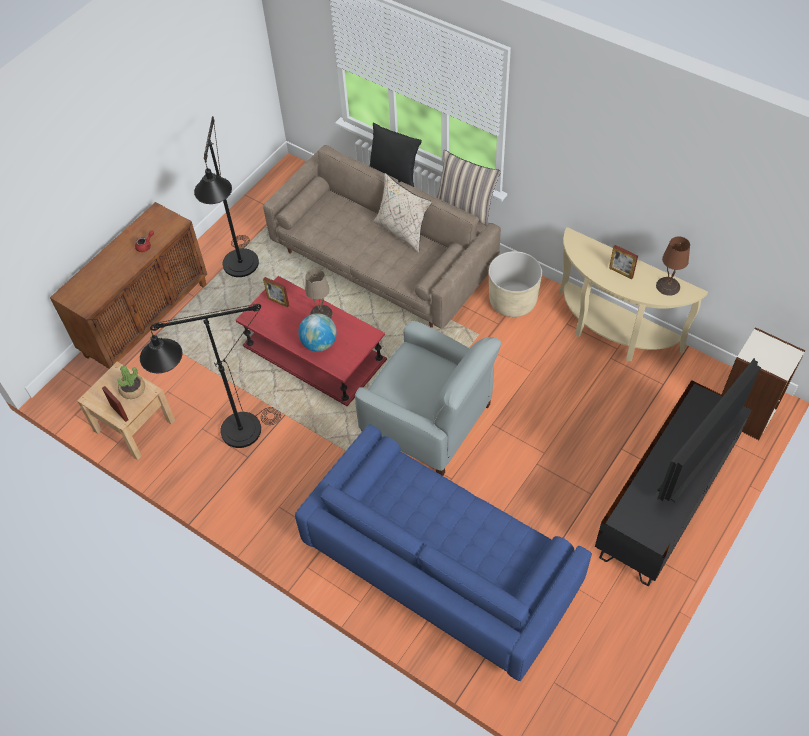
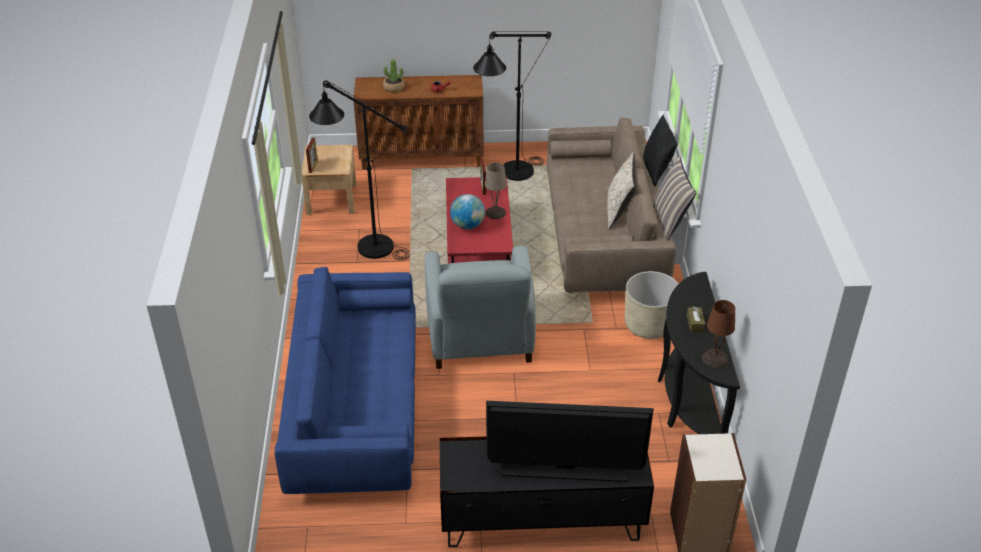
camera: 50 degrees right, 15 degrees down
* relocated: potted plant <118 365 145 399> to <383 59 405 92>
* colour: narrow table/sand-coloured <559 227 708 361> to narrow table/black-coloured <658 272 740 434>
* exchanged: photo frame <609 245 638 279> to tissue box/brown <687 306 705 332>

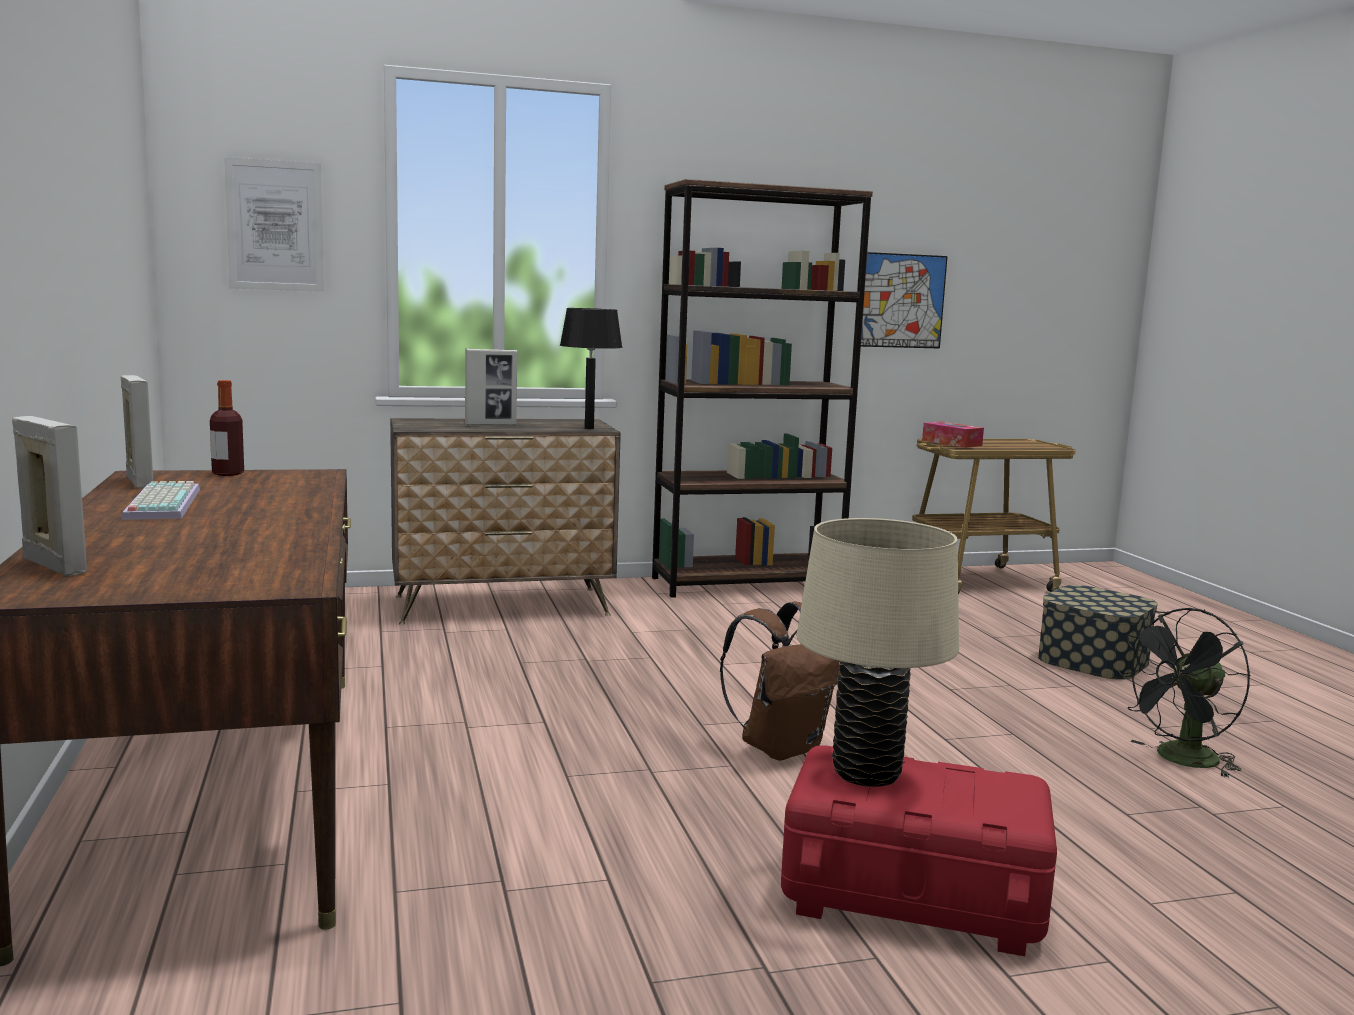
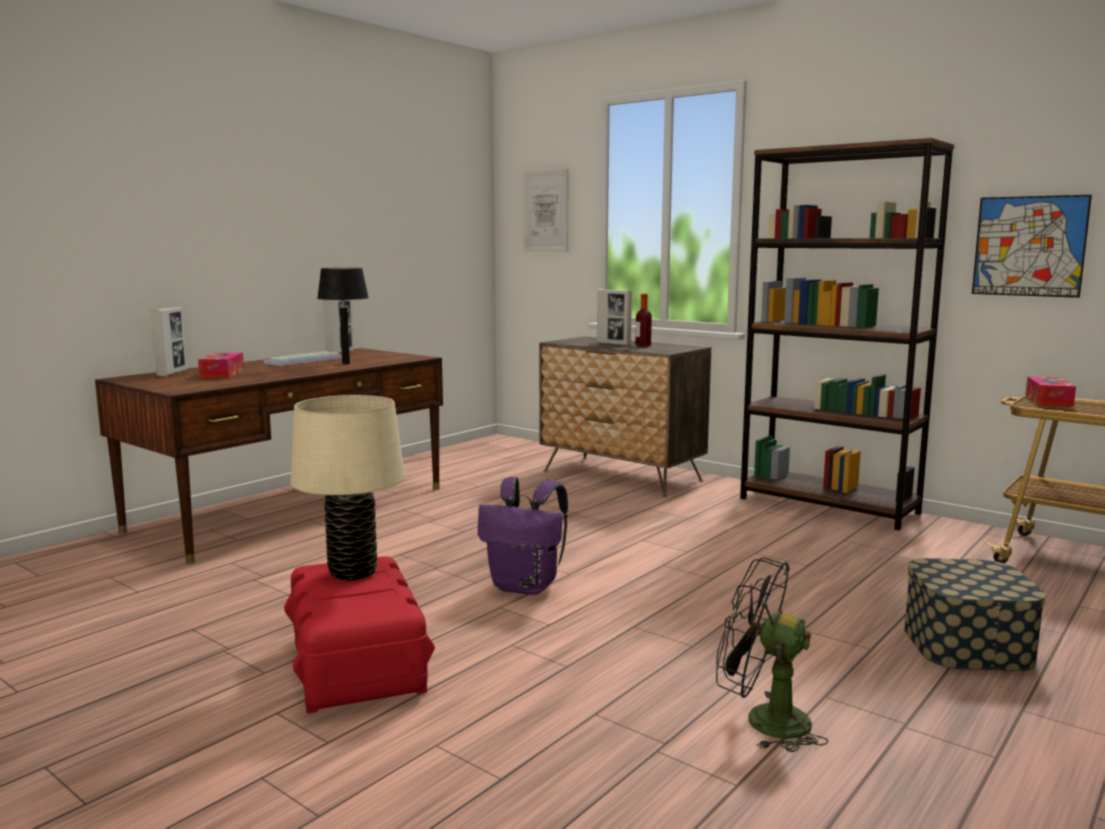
camera: 55 degrees right, 0 degrees up
* relocated: drink bottle <210 380 244 476> to <635 294 652 347>
* relocated: lamp for a table/black-coloured <560 308 623 429> to <317 268 369 364>
* colour: knapsack/brown <720 602 840 761> to knapsack/purple <478 477 568 595>
* appeared: tissue box <198 352 244 378>

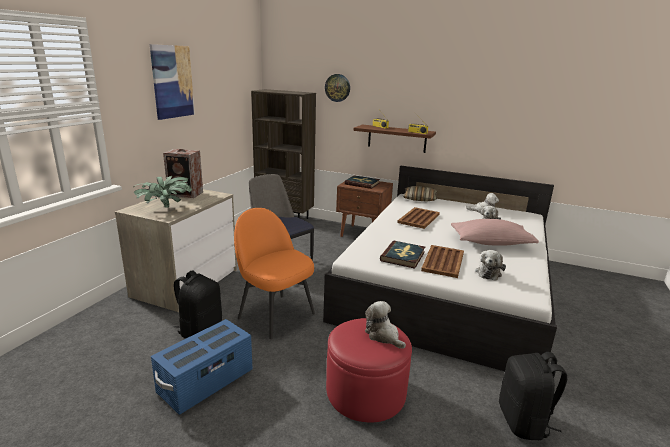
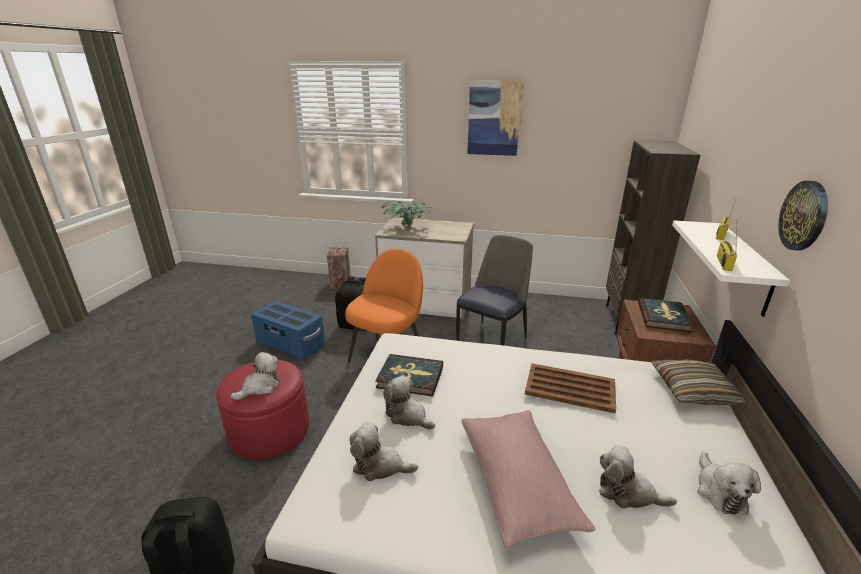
camera: 80 degrees right, 5 degrees up
* relocated: loudspeaker <163 149 203 198> to <327 247 351 289>
* relocated: wall clock <325 74 350 102> to <778 181 828 250>
* colour: shelf/brown <353 125 436 153> to shelf/white-coloured <672 221 790 317>
* exchanged: carrying tray/brown <421 245 464 278> to plush toy <383 375 435 430>

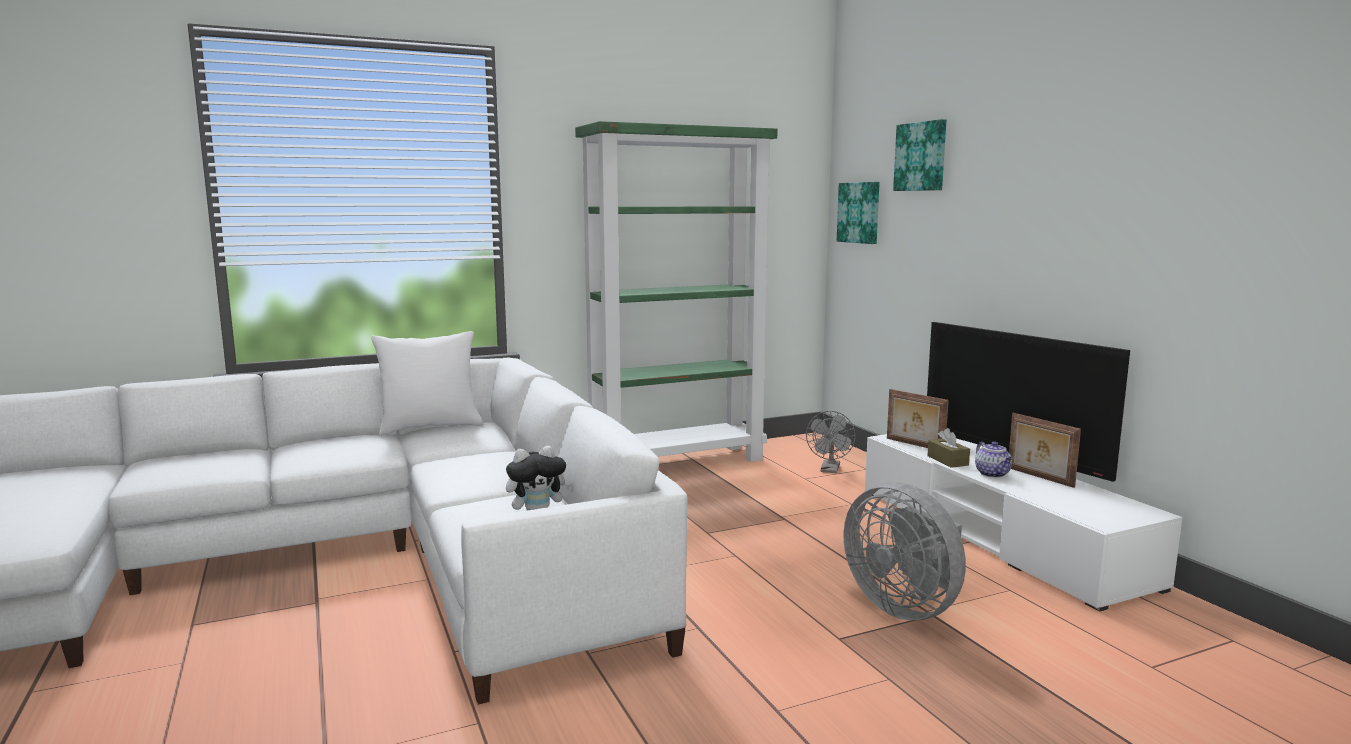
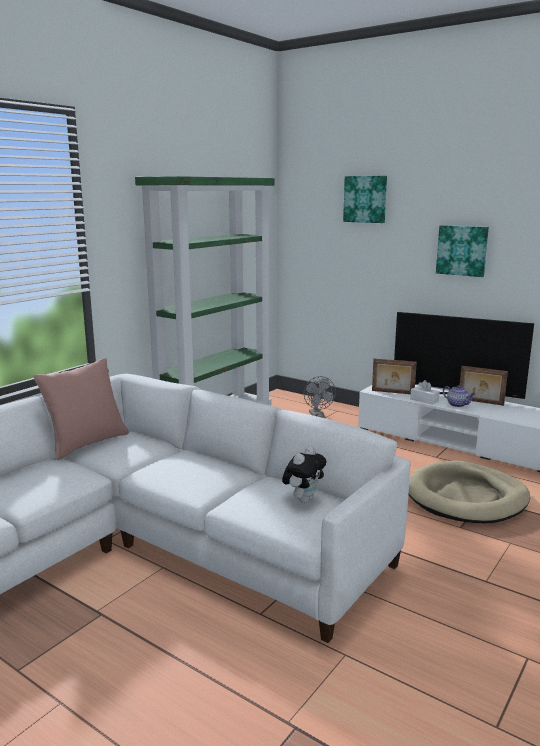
camera: 30 degrees left, 5 degrees up
* colour: throw pillow/white-coloured <371 331 483 436> to throw pillow/pink <33 358 129 460>
* relocated: picture <837 182 880 244> to <436 225 489 277>
* exchanged: fan/gray <843 482 966 620> to dog cushion/sand-coloured <408 461 530 523>
* colour: tissue box/brown <927 428 970 468> to tissue box/white-coloured <410 380 440 405>

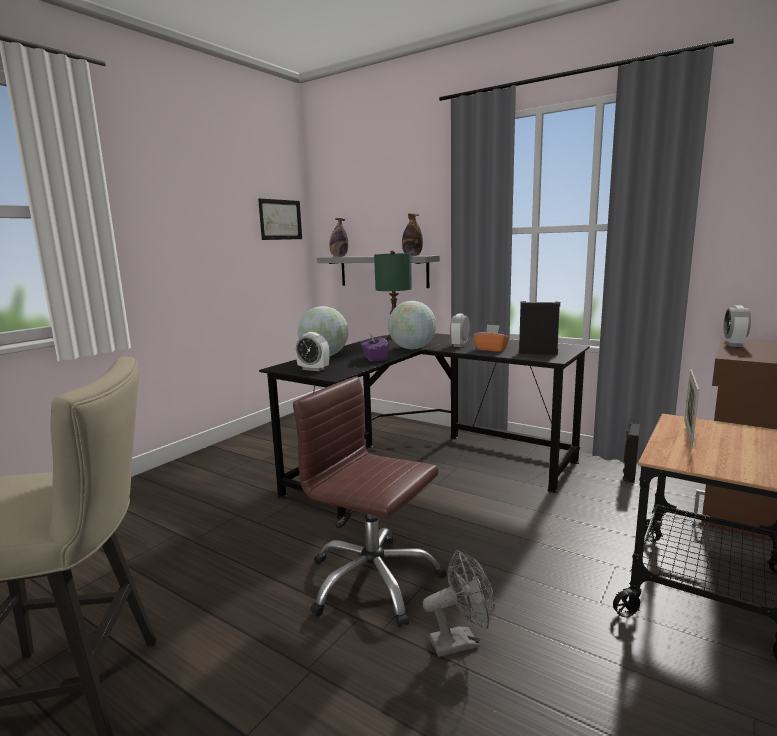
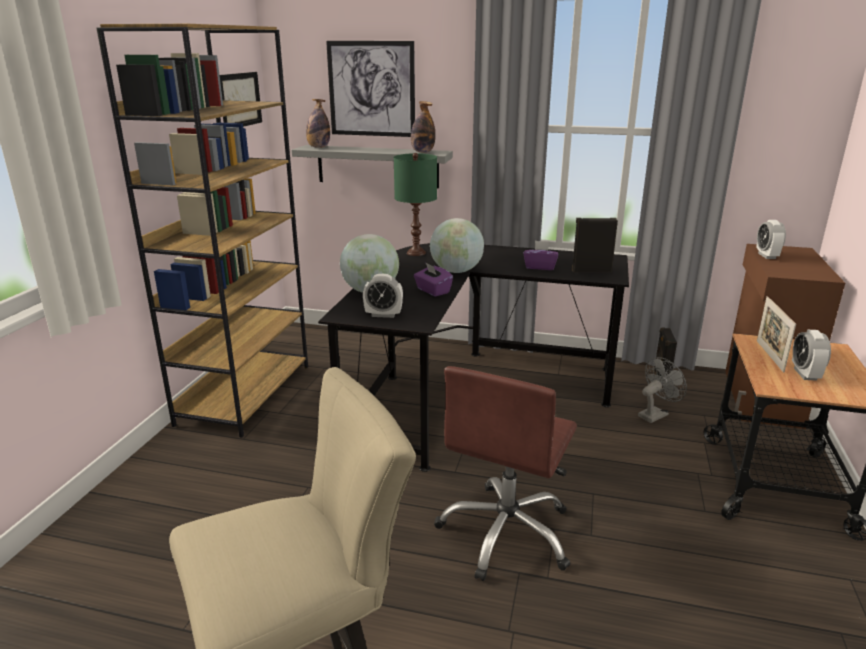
camera: 20 degrees left, 10 degrees up
* spun: computer chair/brown <293 376 446 628> = <434 366 577 581> 75 degrees counterclockwise
* relocated: fan/gray <423 550 495 657> to <638 357 687 423>
* relocated: table clock <450 314 470 347> to <792 330 831 381>
* colour: tissue box/orange-coloured <474 324 510 352> to tissue box/purple <523 241 558 270>
* appeared: bookcase/brown <97 24 308 438>
* appeared: picture <326 41 415 137>

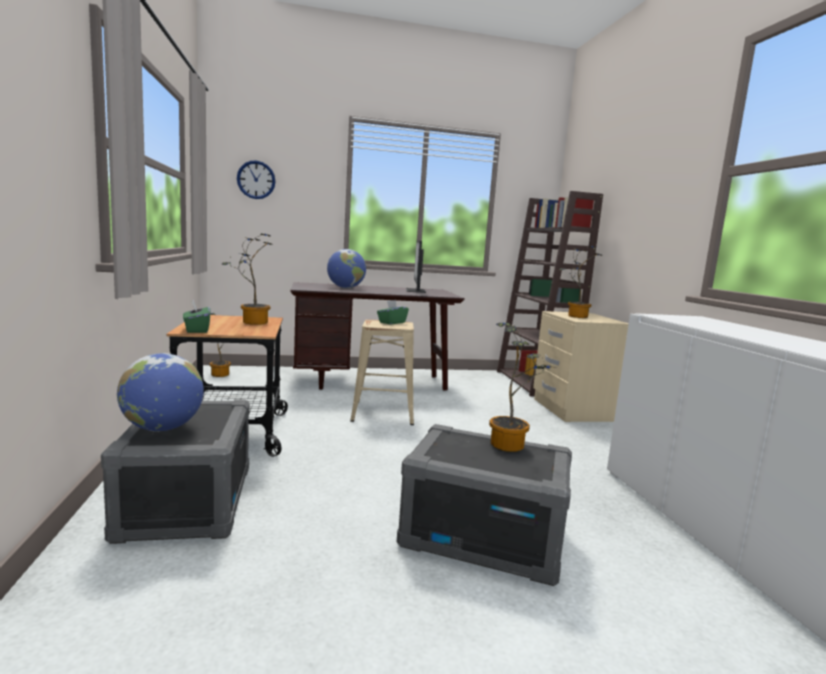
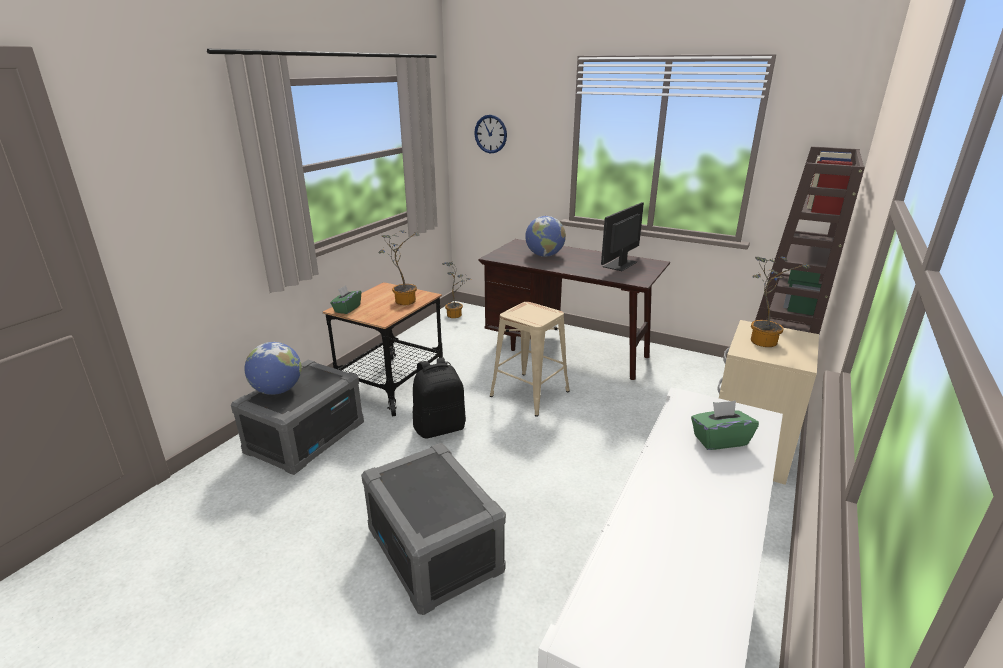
camera: 40 degrees right, 15 degrees up
* relocated: tissue box/green <377 300 409 324> to <691 400 759 450>
* missing: potted plant <489 323 556 452>
* appeared: knapsack/black-coloured <413 358 466 438>

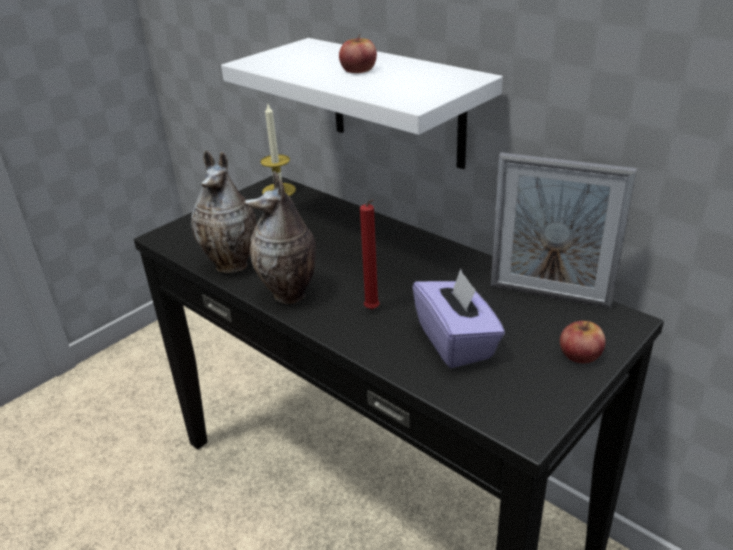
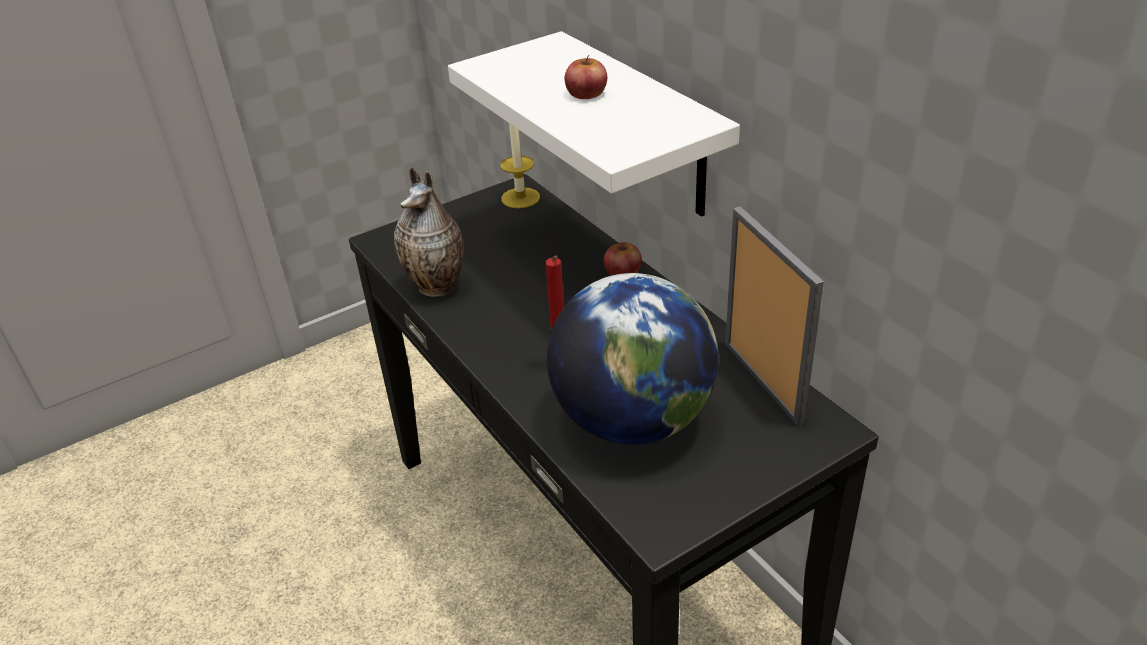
camera: 15 degrees right, 5 degrees up
* missing: decorative vase <245 171 316 304>
* exchanged: tissue box/purple <413 269 505 368> to world globe <547 273 719 445>
* spun: photo frame <491 152 637 308> = <725 206 824 427> 150 degrees counterclockwise
* relocated: apple fruit <560 321 606 363> to <604 242 642 276>

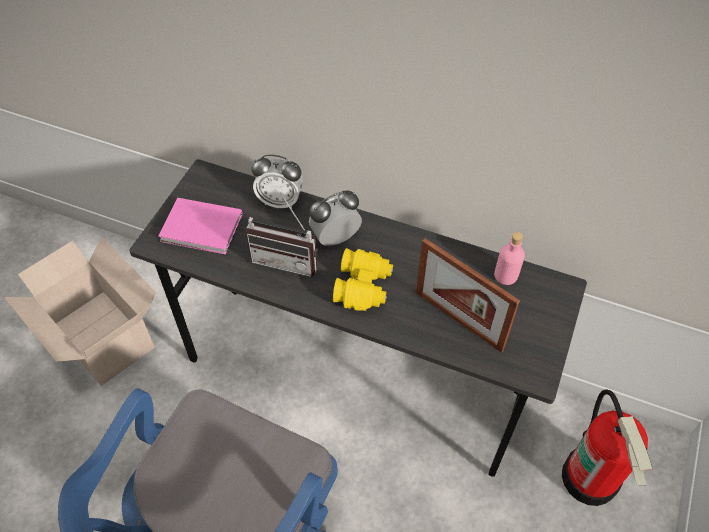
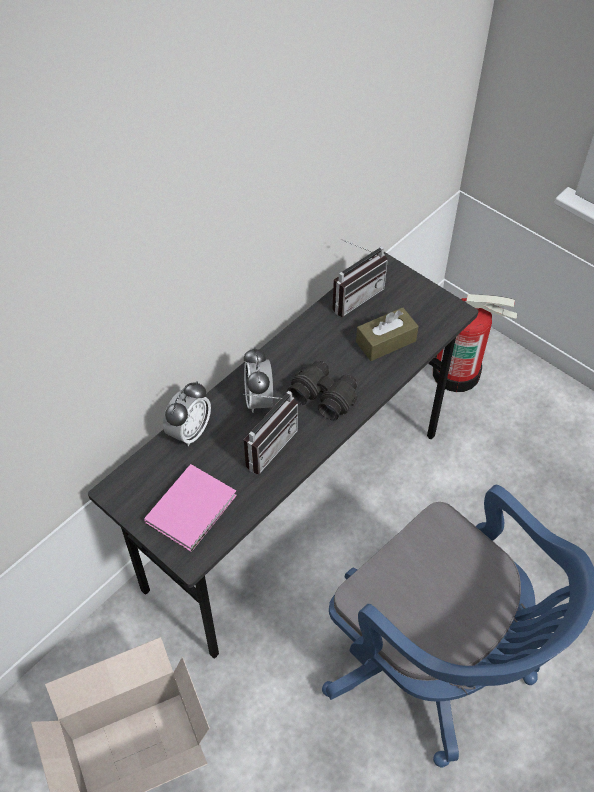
camera: 70 degrees left, 0 degrees up
* colour: binoculars/yellow <333 248 393 311> to binoculars/black-coloured <287 361 357 420>
* exchanged: photo frame <416 238 520 352> to tissue box/brown <356 307 419 361>
* exchanged: drink bottle/pink <494 232 525 285> to radio set <332 239 388 317>

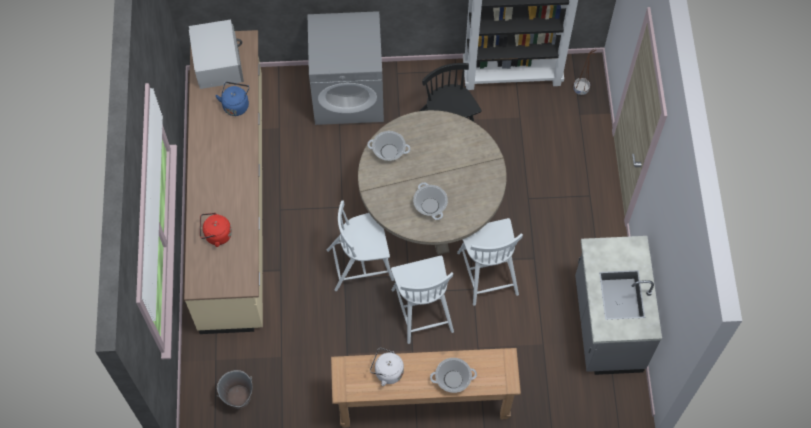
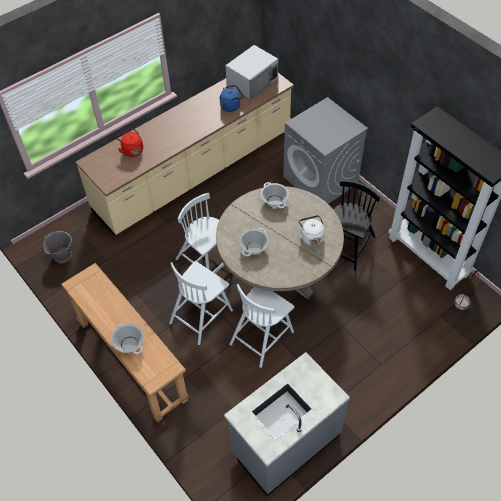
camera: 55 degrees right, 10 degrees down
* relocated: tea kettle/white-coloured <370 348 404 386> to <297 215 325 246>

